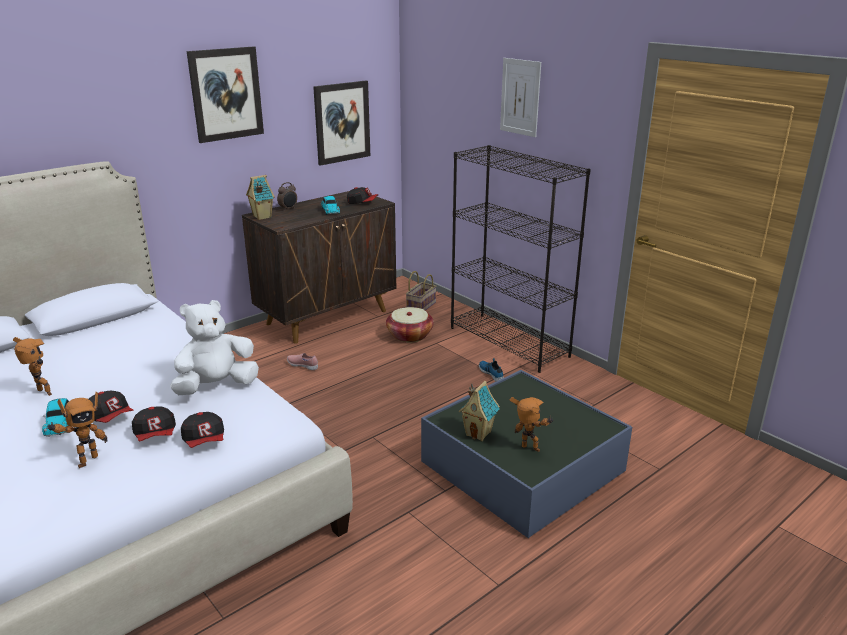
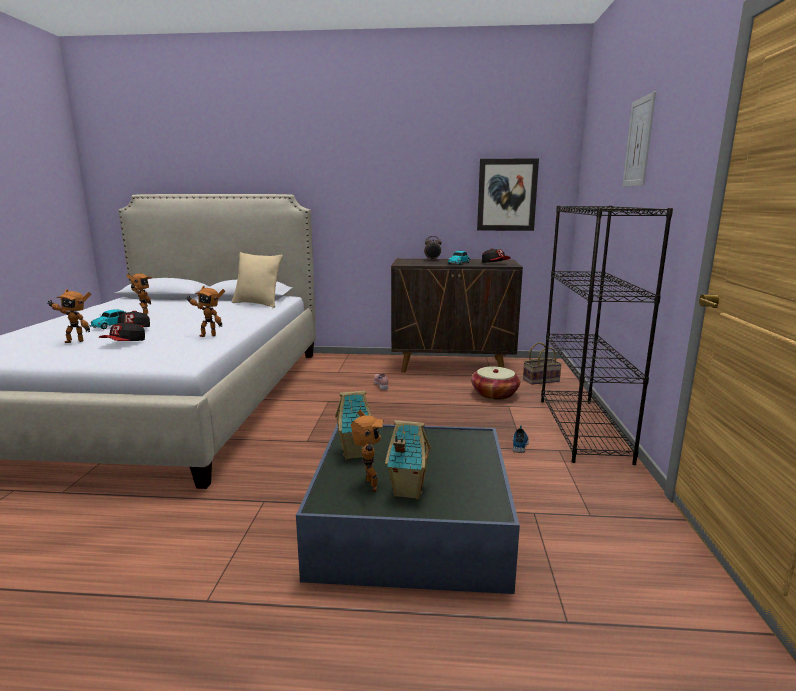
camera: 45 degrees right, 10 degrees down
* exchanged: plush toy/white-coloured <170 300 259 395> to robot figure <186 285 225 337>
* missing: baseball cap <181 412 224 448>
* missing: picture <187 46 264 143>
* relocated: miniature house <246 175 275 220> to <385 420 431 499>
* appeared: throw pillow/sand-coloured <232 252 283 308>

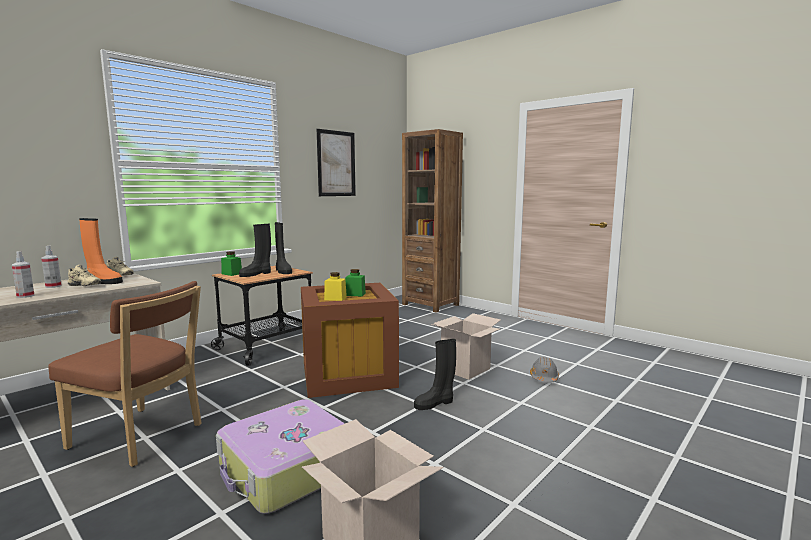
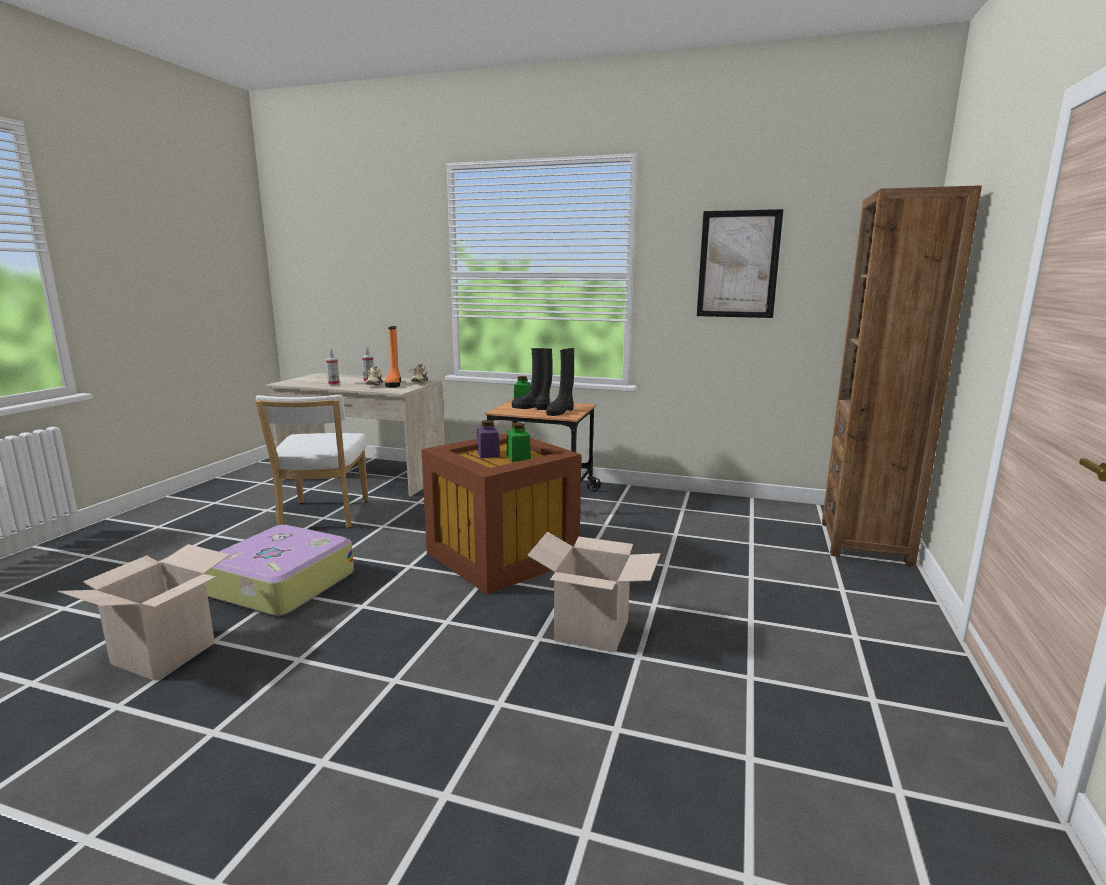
camera: 65 degrees right, 5 degrees up
* colour: plain chair/brown <48 281 201 467> to plain chair/white-coloured <256 395 368 528>
* colour: storage jar/yellow <324 272 347 301> to storage jar/purple <477 420 500 458>
* missing: high-top boot/black-coloured <414 339 456 410>
* missing: safety helmet/gray <530 357 559 383>

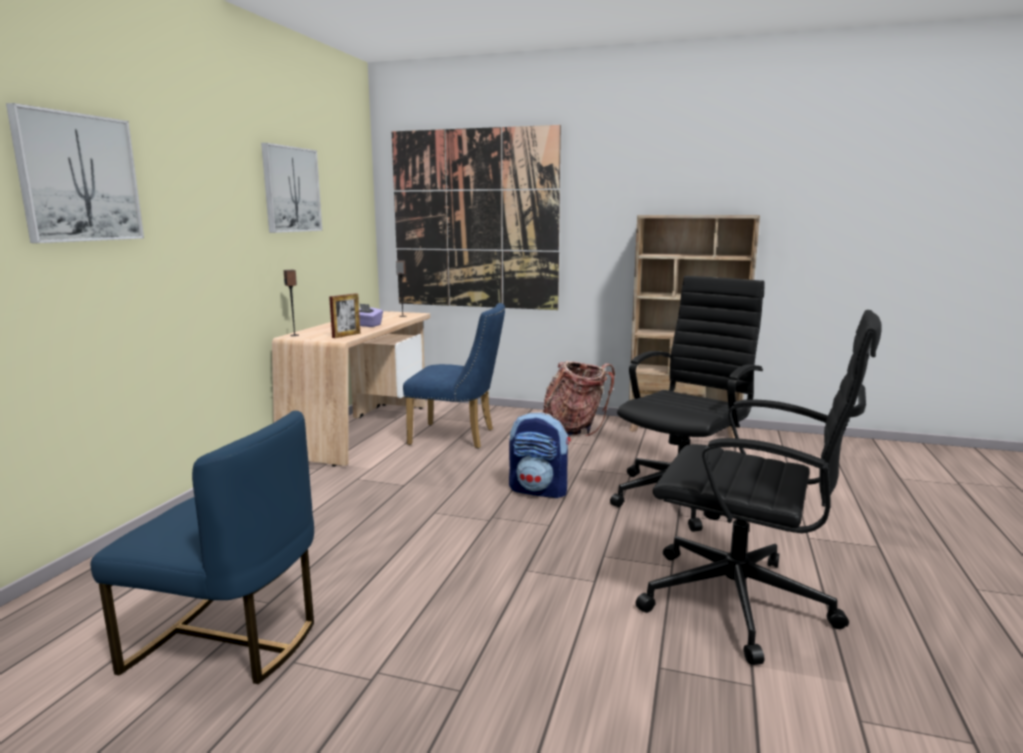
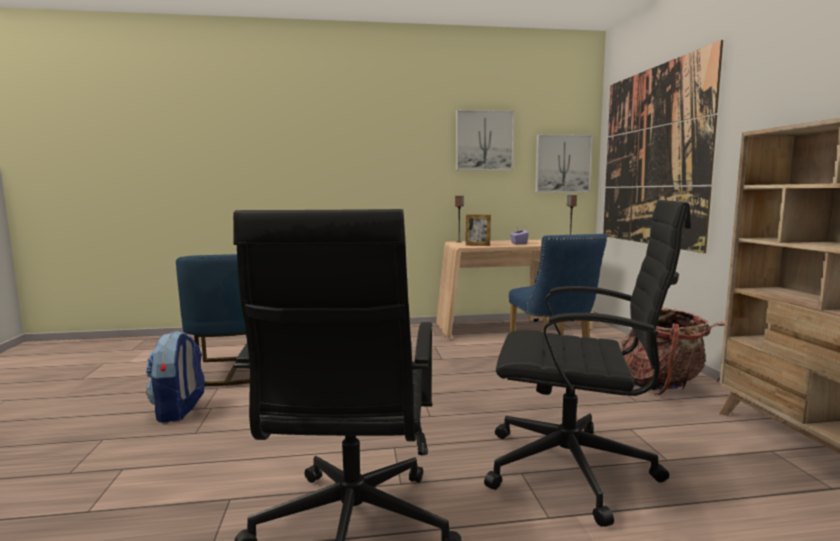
camera: 65 degrees right, 5 degrees down
* relocated: picture <6 103 144 243> to <535 134 593 193>
* relocated: knapsack <509 412 571 498> to <146 331 205 423>

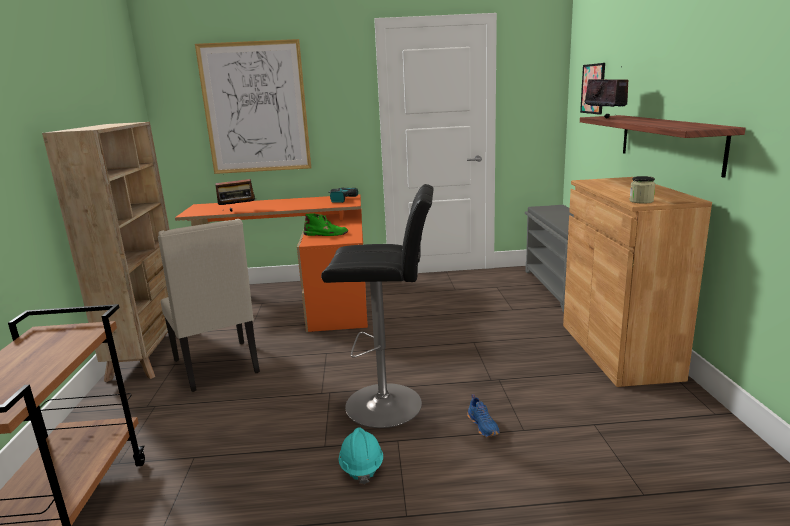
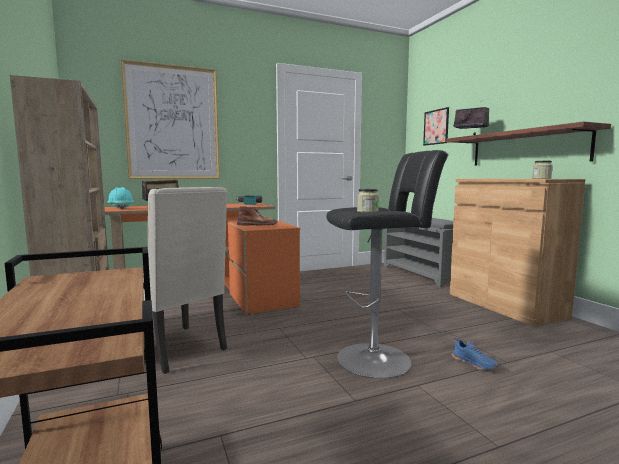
camera: 20 degrees left, 10 degrees down
* colour: high-top boot/green <304 213 348 236> to high-top boot/brown <237 206 277 225>
* relocated: safety helmet/blue-green <338 427 383 484> to <108 187 134 210>
* appeared: storage jar <357 189 379 213>

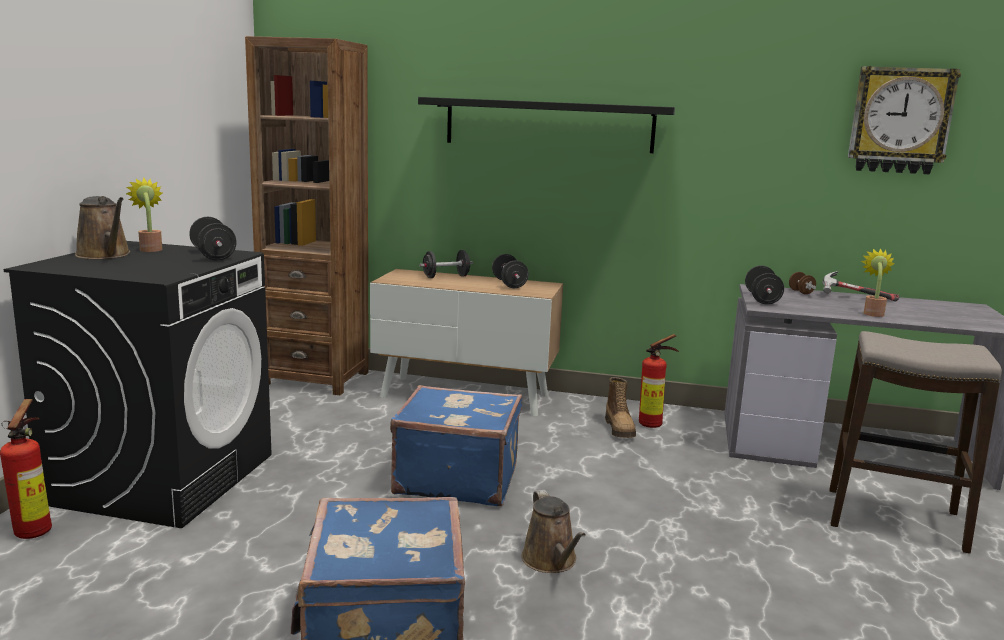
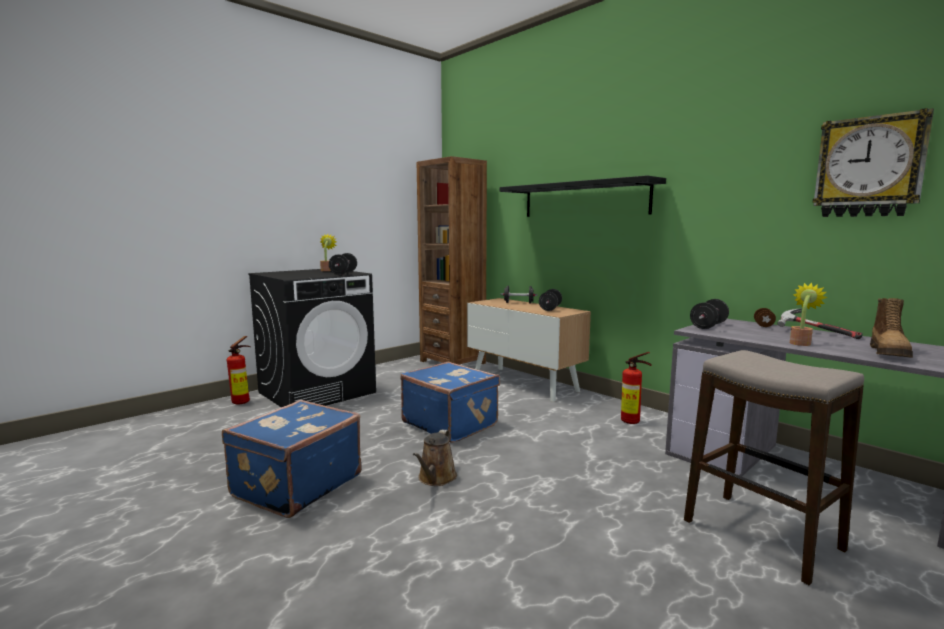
camera: 35 degrees right, 5 degrees down
* missing: sprinkling can/brown <75 196 130 259>
* relocated: high-top boot <605 377 636 438> to <870 298 913 358>

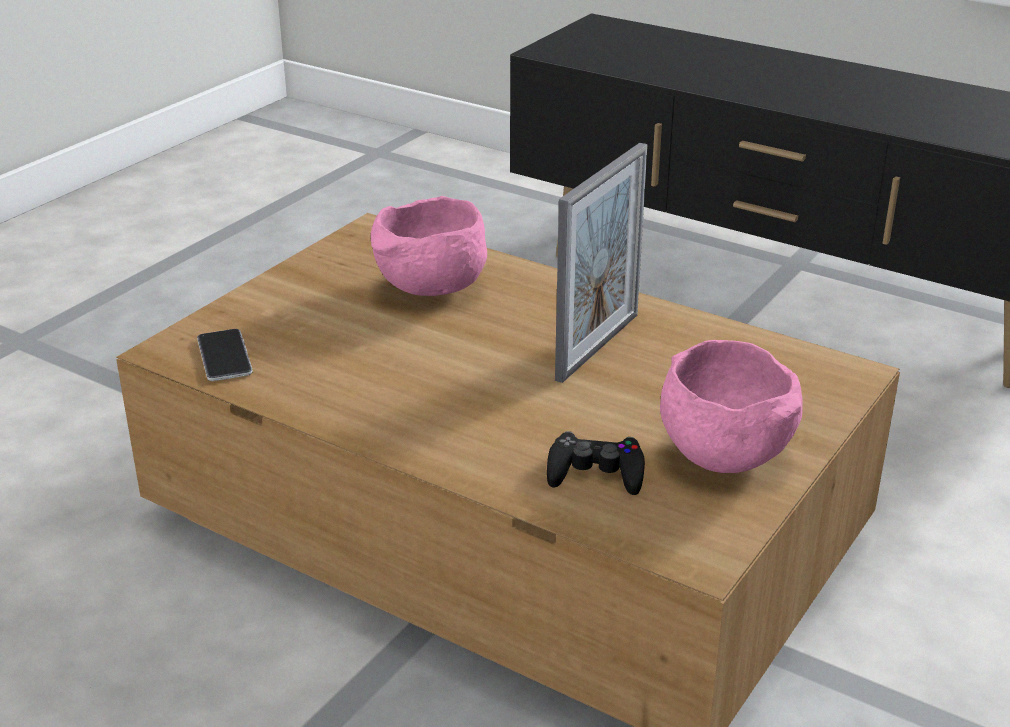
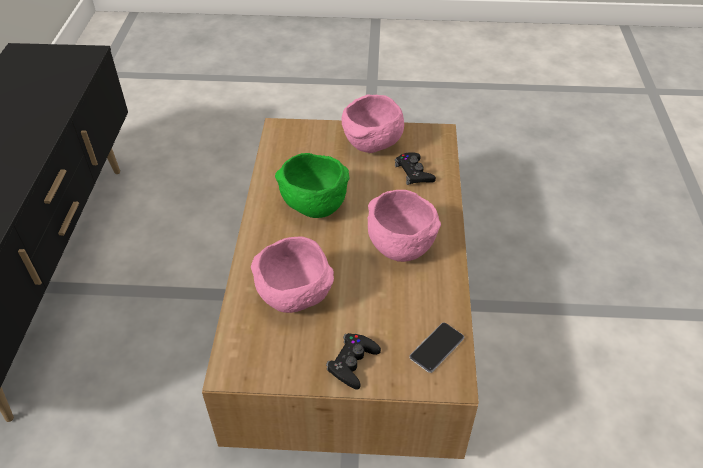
camera: 120 degrees left, 15 degrees up
* exchanged: photo frame <555 143 647 383> to bowl/green <275 153 350 218>
* appeared: gamepad/black-coloured <326 333 381 389>
* appeared: bowl/pink <368 190 441 262>

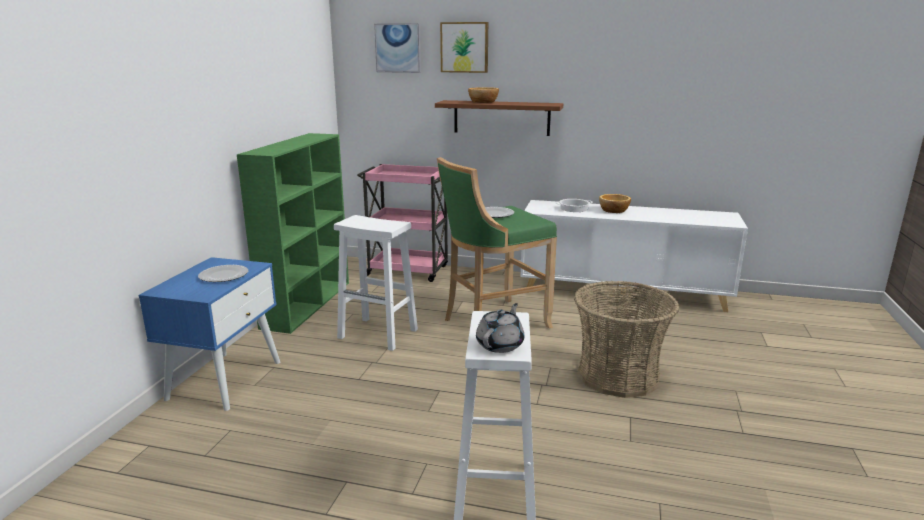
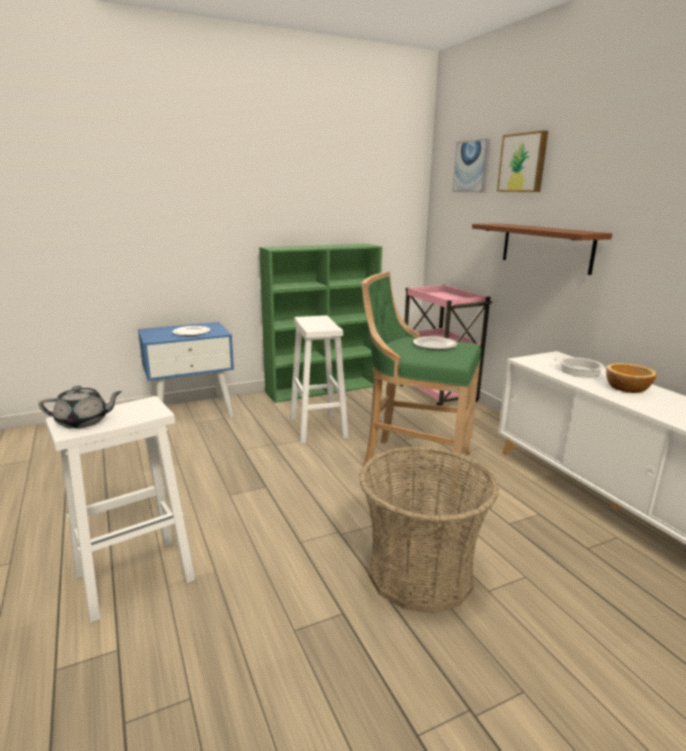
camera: 50 degrees right, 0 degrees up
* missing: bowl <468 87 499 103>

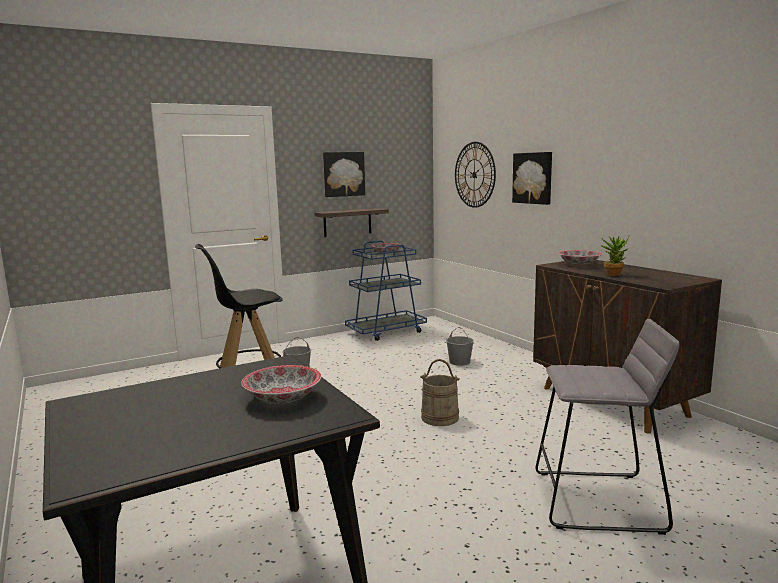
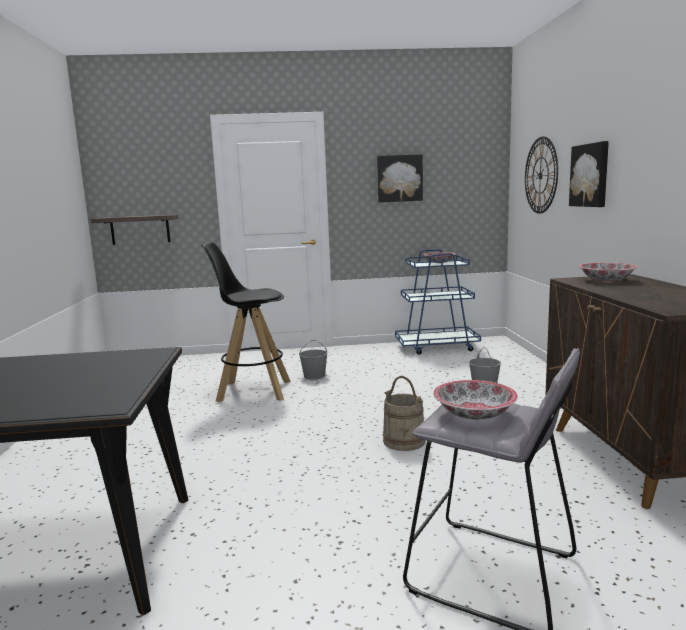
camera: 25 degrees right, 0 degrees up
* relocated: bowl <241 365 321 404> to <433 380 518 420>
* relocated: shelf <314 208 389 237> to <91 214 178 245>
* missing: potted plant <600 236 629 276>

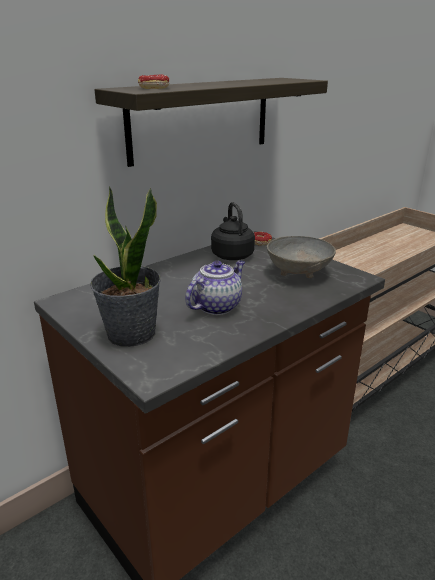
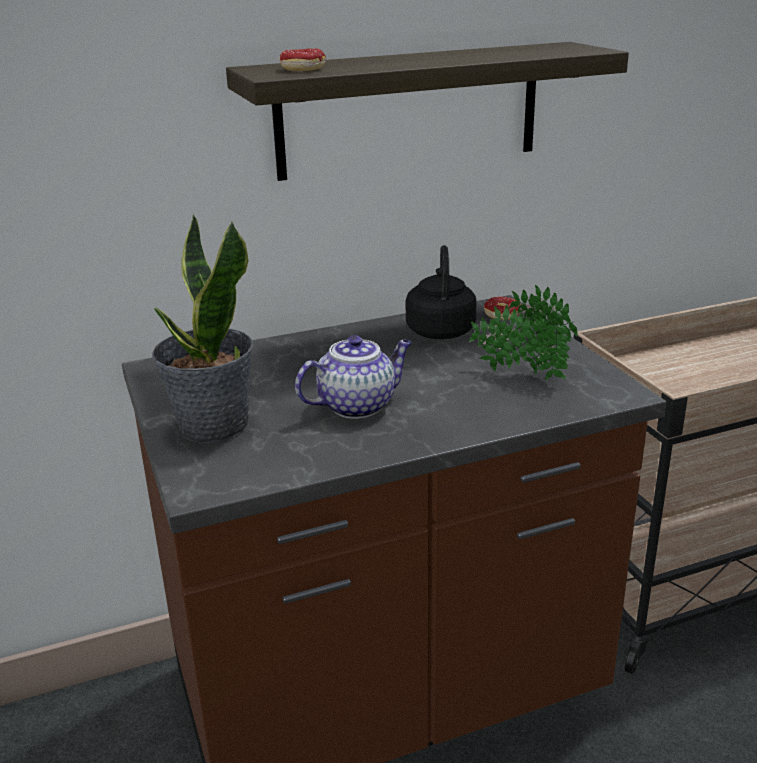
camera: 20 degrees right, 0 degrees up
* exchanged: bowl/gray <267 236 336 278> to potted plant <469 285 578 380>

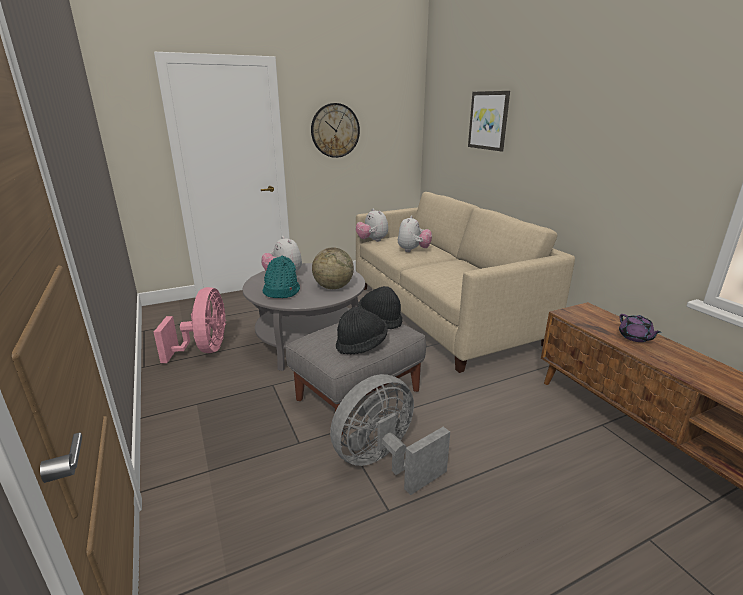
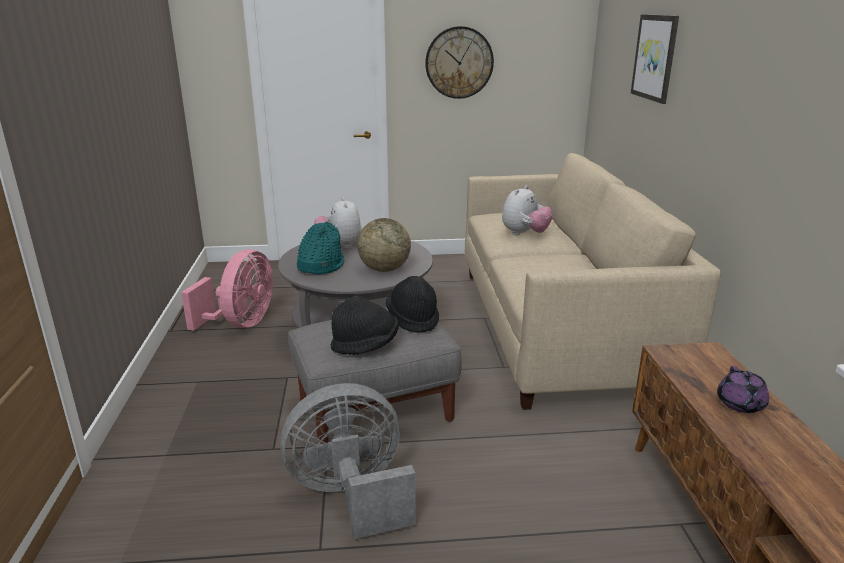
camera: 20 degrees right, 0 degrees up
* missing: plush toy <356 208 388 242>

